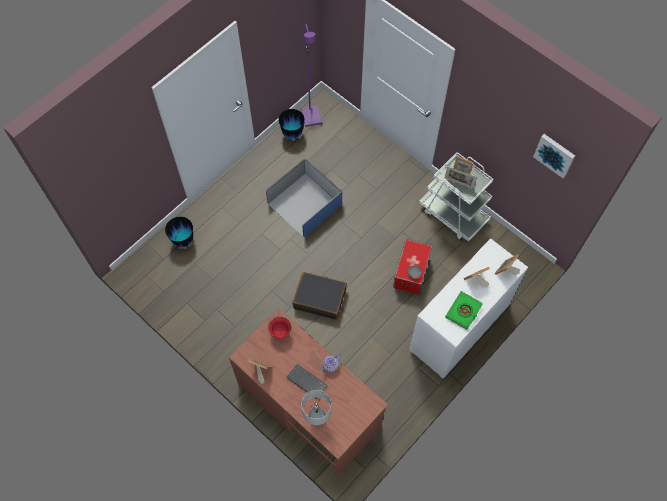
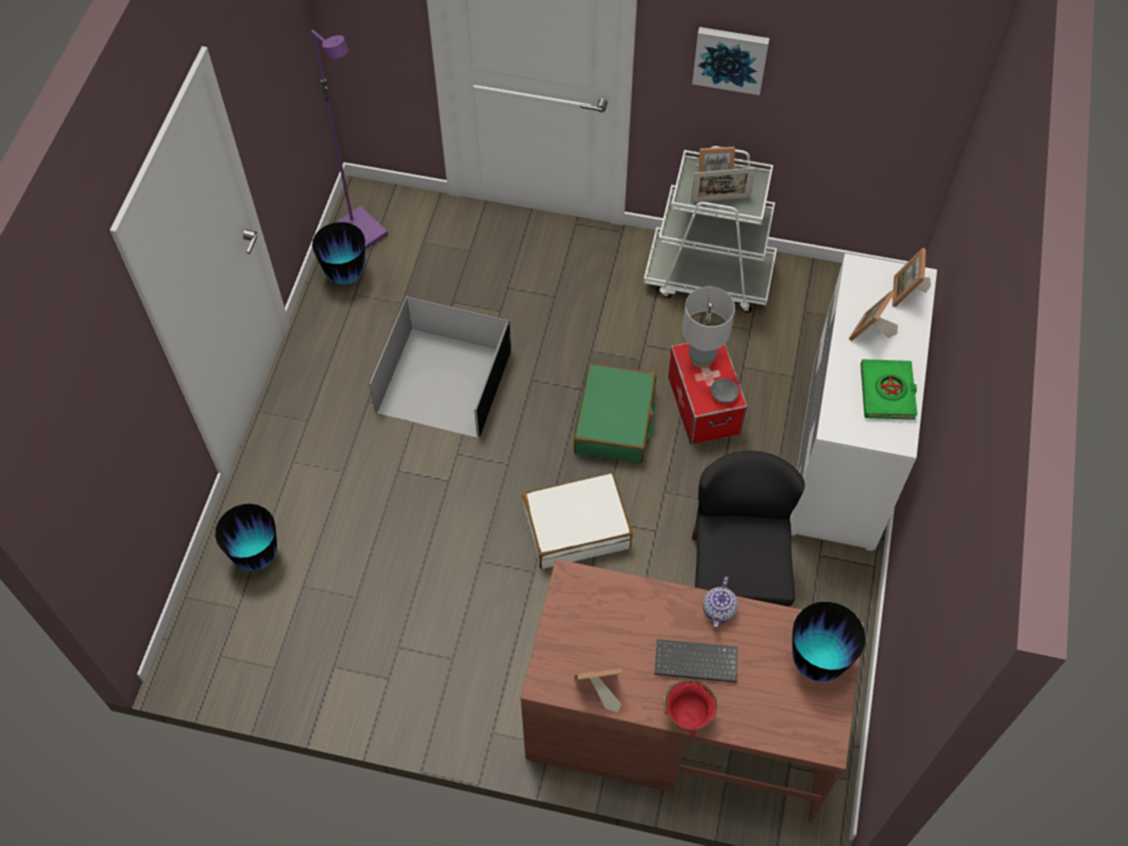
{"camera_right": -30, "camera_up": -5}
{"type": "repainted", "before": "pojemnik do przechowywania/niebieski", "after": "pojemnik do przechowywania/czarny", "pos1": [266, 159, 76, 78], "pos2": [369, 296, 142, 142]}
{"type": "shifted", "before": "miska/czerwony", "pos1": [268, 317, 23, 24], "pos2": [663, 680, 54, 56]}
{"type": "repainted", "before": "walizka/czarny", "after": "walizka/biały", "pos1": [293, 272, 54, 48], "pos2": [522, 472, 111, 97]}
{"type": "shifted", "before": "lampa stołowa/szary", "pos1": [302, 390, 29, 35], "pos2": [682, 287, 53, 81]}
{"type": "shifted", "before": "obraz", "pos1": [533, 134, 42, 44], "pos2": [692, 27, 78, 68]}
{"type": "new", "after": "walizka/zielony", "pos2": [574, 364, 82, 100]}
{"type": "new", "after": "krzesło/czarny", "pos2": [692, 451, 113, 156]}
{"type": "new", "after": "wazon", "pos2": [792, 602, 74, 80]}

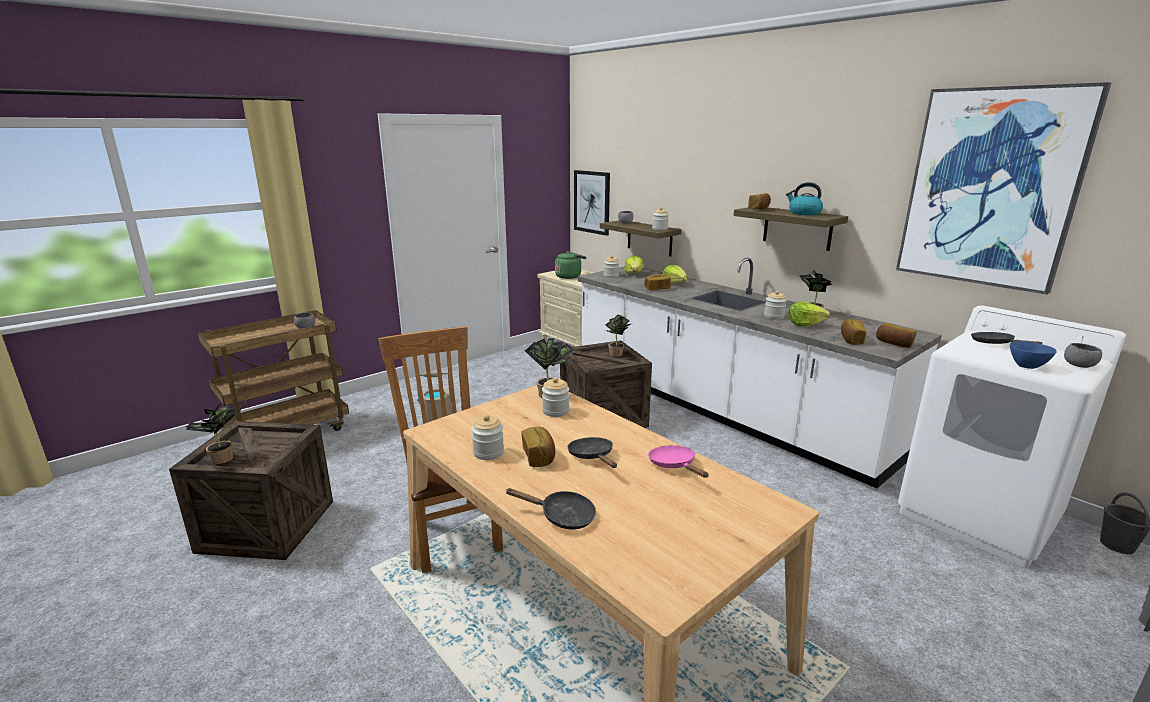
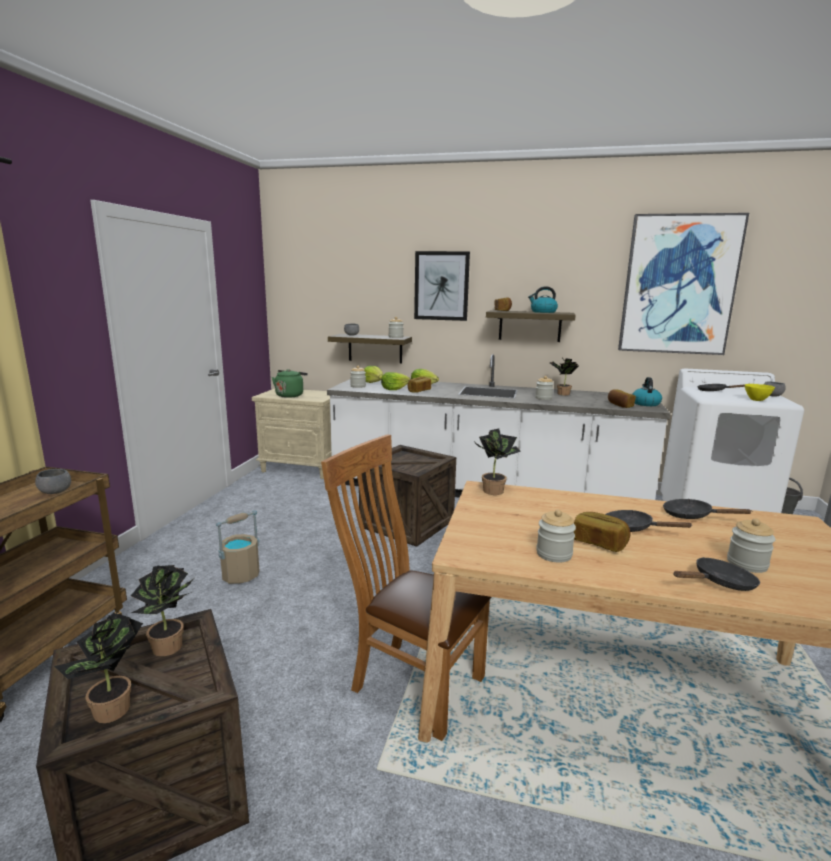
{"camera_right": -35, "camera_up": -5}
{"type": "shifted", "before": "słoik", "pos1": [542, 377, 27, 40], "pos2": [727, 518, 49, 55]}
{"type": "shifted", "before": "obraz", "pos1": [574, 170, 36, 66], "pos2": [414, 251, 56, 70]}
{"type": "shifted", "before": "roślina doniczkowa", "pos1": [605, 315, 26, 42], "pos2": [131, 565, 62, 92]}
{"type": "repainted", "before": "patelnia/różowy", "after": "patelnia/czarny", "pos1": [648, 445, 61, 33], "pos2": [663, 499, 90, 20]}
{"type": "shifted", "before": "sałata", "pos1": [789, 302, 41, 25], "pos2": [381, 372, 29, 18]}
{"type": "swapped", "before": "chleb", "after": "czajnik", "pos1": [876, 323, 41, 25], "pos2": [632, 377, 30, 29]}
{"type": "repainted", "before": "miska/niebieski", "after": "miska/żółty", "pos1": [1010, 341, 47, 28], "pos2": [745, 384, 30, 17]}

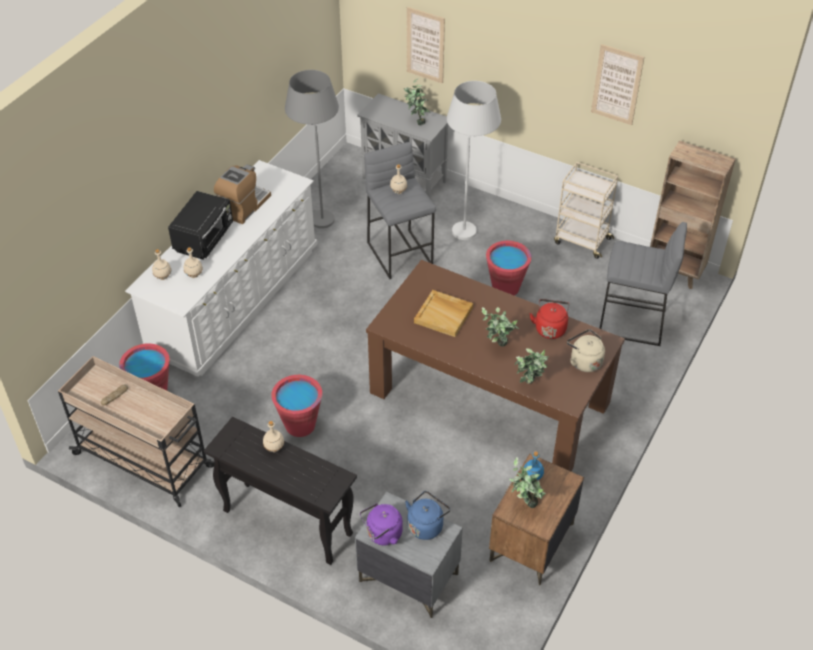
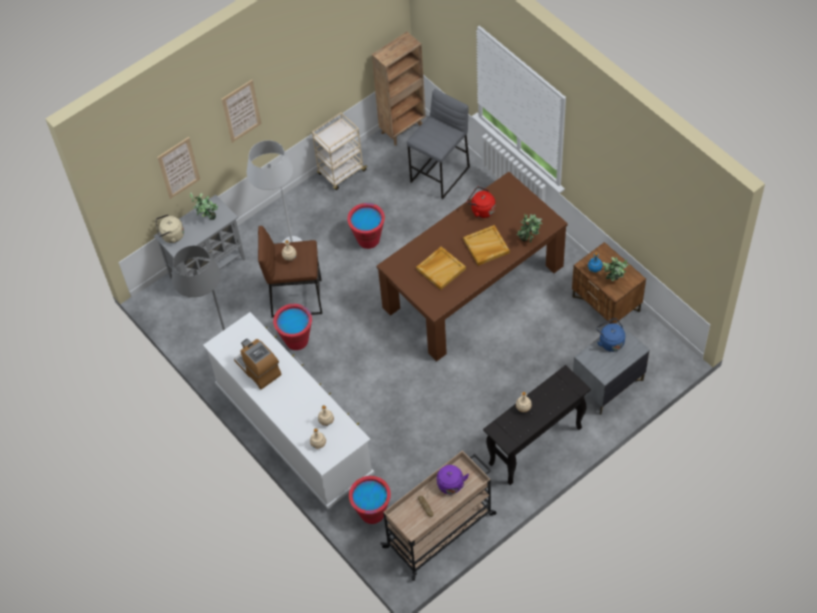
{"camera_right": -65, "camera_up": 10}
{"type": "gone", "before": "mikrofalówka/czarny", "pos1": [168, 191, 65, 68]}
{"type": "shifted", "before": "wiadro/czerwony", "pos1": [271, 375, 51, 62], "pos2": [273, 304, 39, 46]}
{"type": "shifted", "before": "czajnik/fioletowy", "pos1": [360, 503, 43, 43], "pos2": [437, 465, 32, 29]}
{"type": "repainted", "before": "stołek/szary", "after": "stołek/brązowy", "pos1": [364, 142, 72, 137], "pos2": [258, 226, 64, 91]}
{"type": "swapped", "before": "roślina doniczkowa", "after": "taca/beżowy", "pos1": [482, 307, 37, 39], "pos2": [463, 225, 47, 41]}
{"type": "shifted", "before": "czajnik/beżowy", "pos1": [567, 329, 38, 43], "pos2": [155, 214, 29, 29]}
{"type": "shifted", "before": "obraz", "pos1": [591, 44, 53, 81], "pos2": [222, 80, 39, 63]}

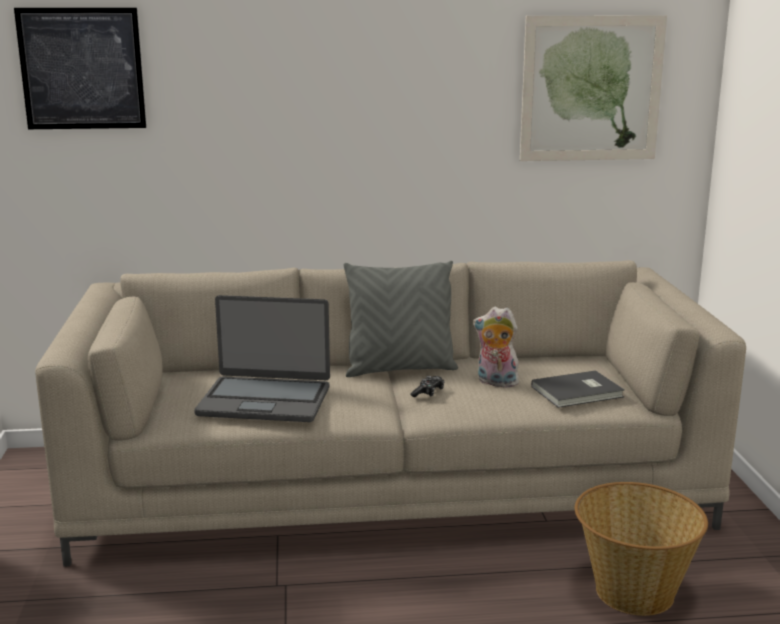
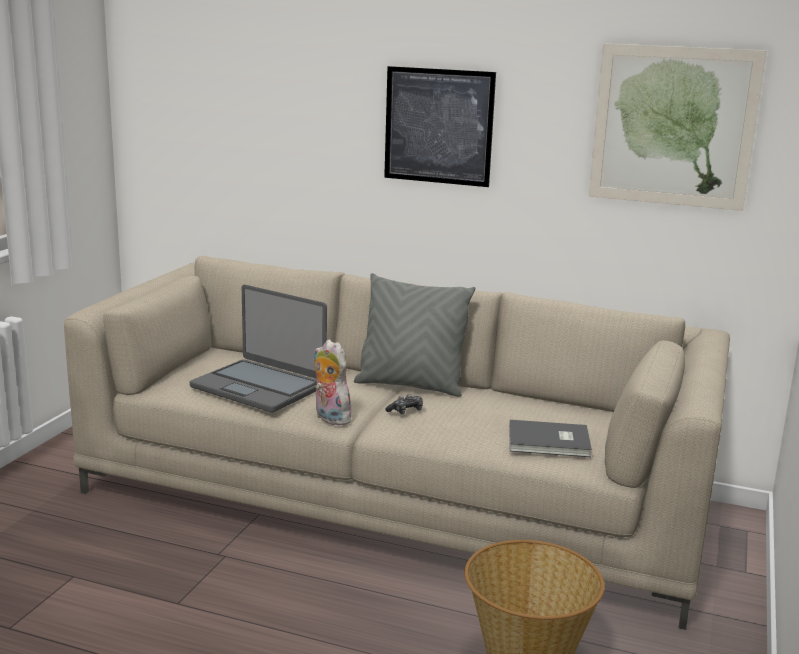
{"camera_right": 25, "camera_up": 0}
{"type": "shifted", "before": "obraz", "pos1": [14, 8, 132, 121], "pos2": [384, 66, 112, 121]}
{"type": "shifted", "before": "pluszak", "pos1": [473, 307, 47, 81], "pos2": [314, 340, 37, 85]}

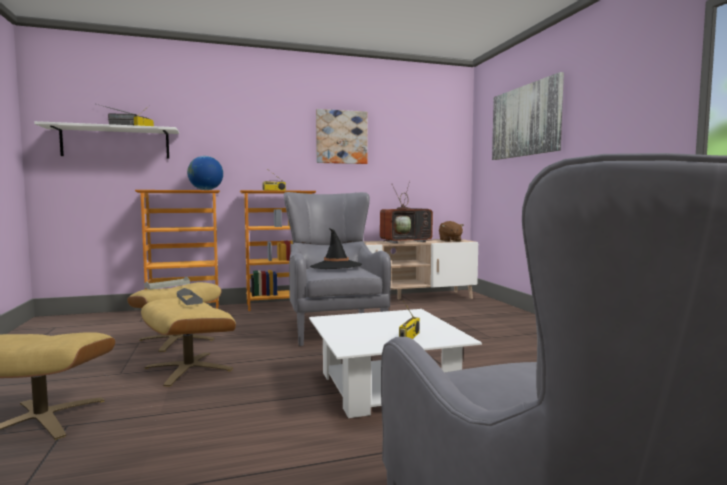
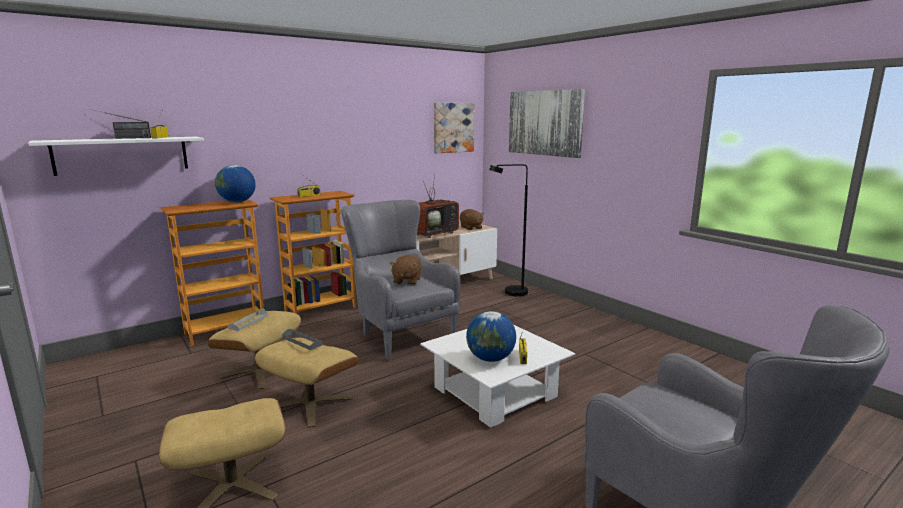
{"camera_right": -20, "camera_up": 10}
{"type": "swapped", "before": "kapelusz/czarny", "after": "pluszak/brązowy", "pos1": [310, 228, 52, 41], "pos2": [390, 255, 32, 30]}
{"type": "shifted", "before": "obraz", "pos1": [316, 109, 51, 55], "pos2": [434, 103, 40, 50]}
{"type": "new", "after": "globus", "pos2": [466, 311, 50, 51]}
{"type": "new", "after": "lampa stojąca/czarny", "pos2": [489, 164, 39, 133]}

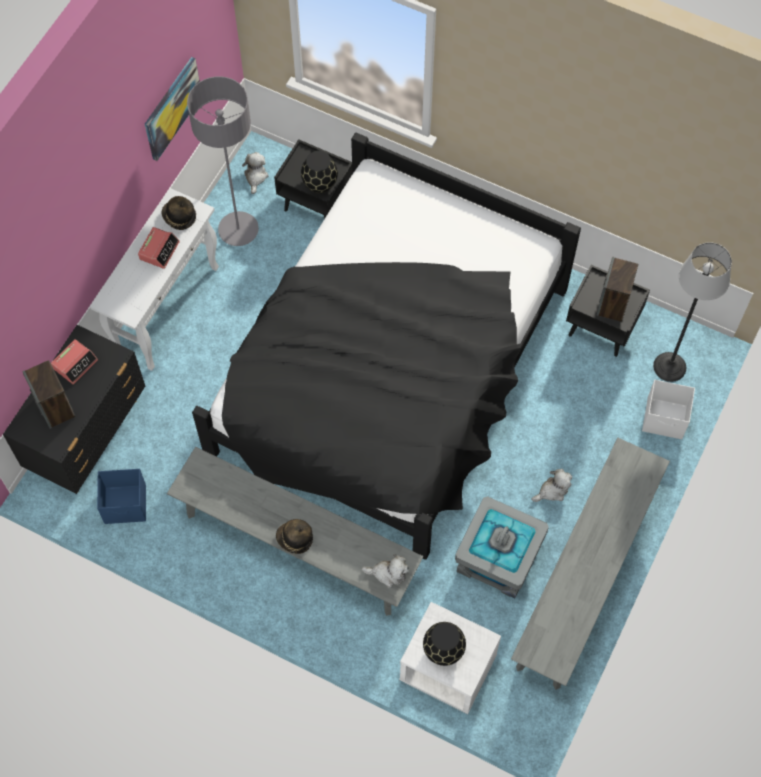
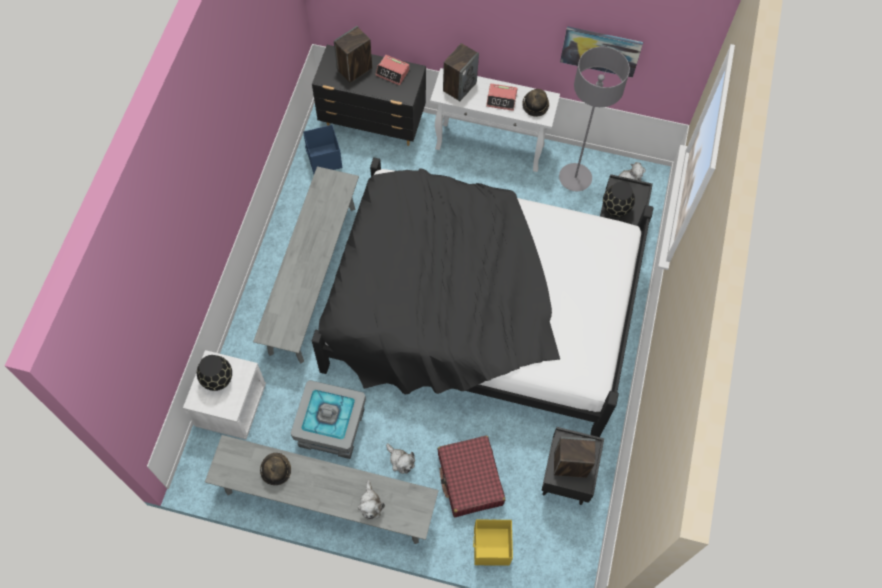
{"camera_right": 75, "camera_up": 0}
{"type": "shifted", "before": "kapelusz", "pos1": [276, 519, 37, 35], "pos2": [260, 453, 31, 32]}
{"type": "shifted", "before": "pluszak", "pos1": [362, 554, 47, 34], "pos2": [358, 480, 27, 39]}
{"type": "repainted", "before": "pojemnik do przechowywania/biały", "after": "pojemnik do przechowywania/żółty", "pos1": [642, 380, 53, 59], "pos2": [473, 519, 40, 47]}
{"type": "gone", "before": "lampa stojąca", "pos1": [653, 242, 79, 140]}
{"type": "new", "after": "walizka/czerwony", "pos2": [437, 436, 68, 81]}
{"type": "new", "after": "głośnik", "pos2": [443, 43, 36, 59]}

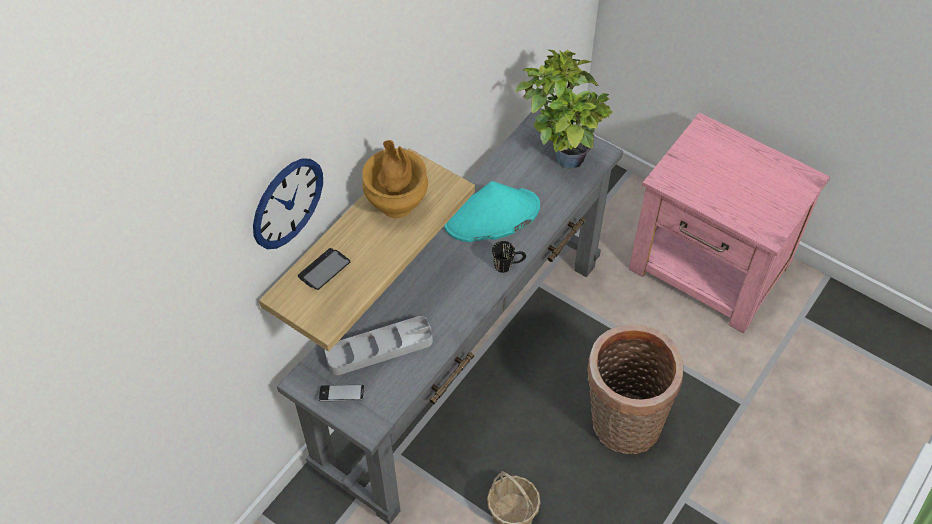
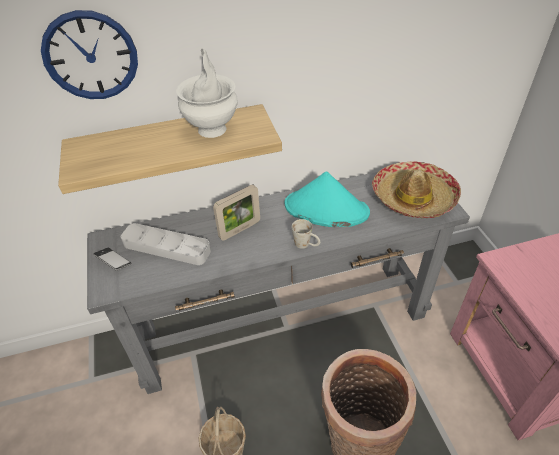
{"camera_right": 40, "camera_up": -10}
{"type": "gone", "before": "telefon", "pos1": [298, 248, 52, 42]}
{"type": "repainted", "before": "wazon/brązowy", "after": "wazon/biały", "pos1": [362, 140, 66, 78], "pos2": [176, 48, 62, 90]}
{"type": "repainted", "before": "kubek/czarny", "after": "kubek/biały", "pos1": [492, 241, 34, 32], "pos2": [292, 219, 28, 30]}
{"type": "swapped", "before": "roślina doniczkowa", "after": "kapelusz", "pos1": [515, 50, 98, 119], "pos2": [372, 161, 89, 57]}
{"type": "new", "after": "ramka na zdjęcie", "pos2": [213, 185, 47, 56]}

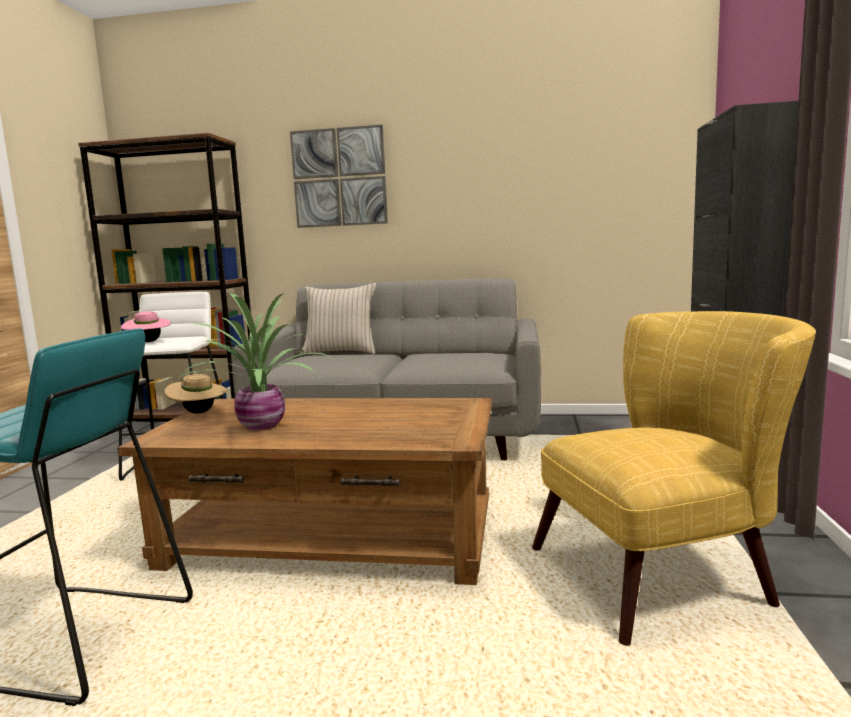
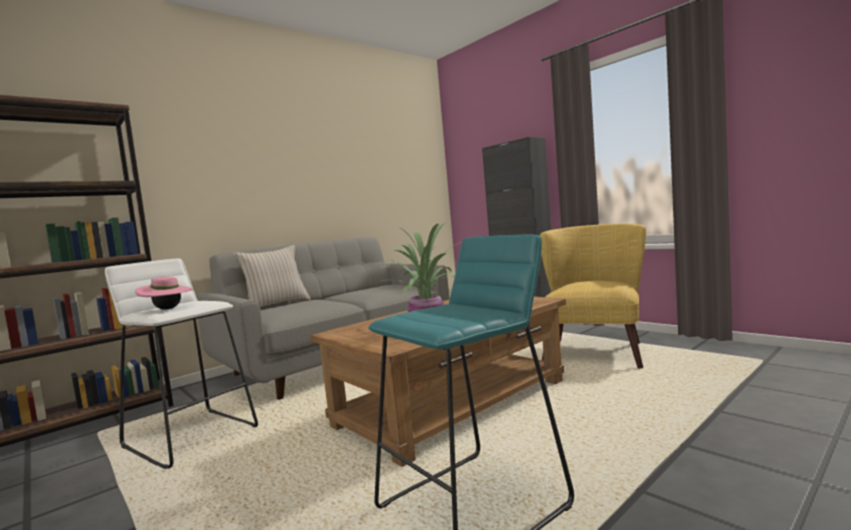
{"camera_right": -50, "camera_up": -5}
{"type": "gone", "before": "kapelusz/beżowy", "pos1": [164, 374, 63, 40]}
{"type": "gone", "before": "obraz", "pos1": [290, 125, 98, 103]}

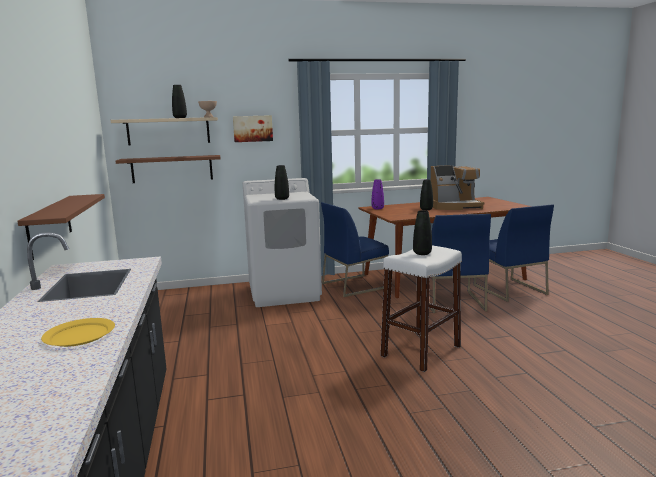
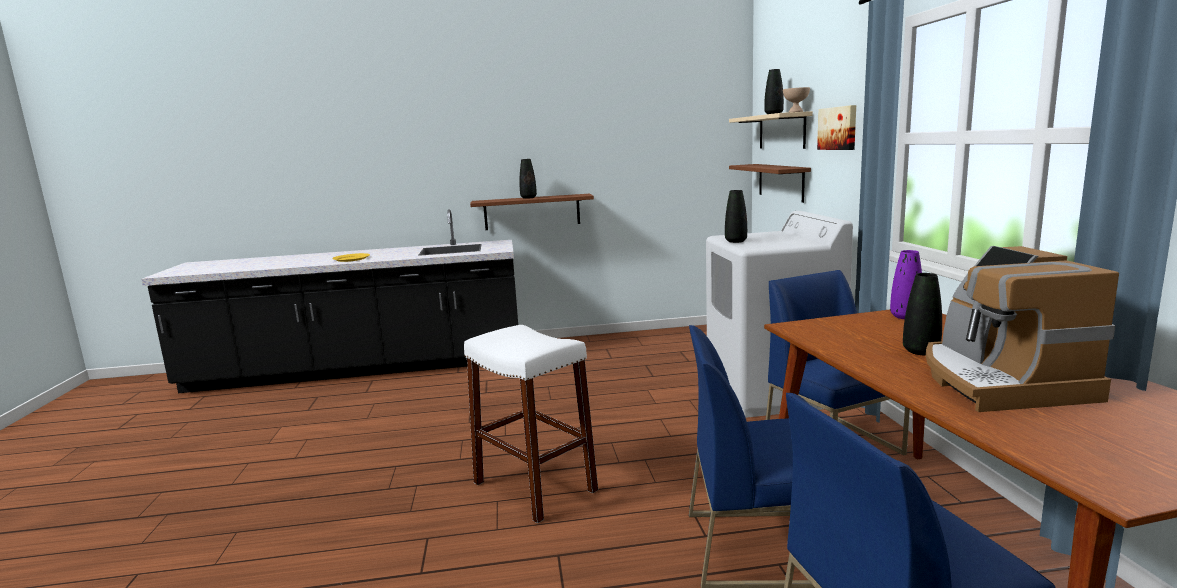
{"camera_right": 95, "camera_up": 0}
{"type": "shifted", "before": "wazon/czarny", "pos1": [413, 210, 19, 45], "pos2": [519, 159, 18, 40]}

